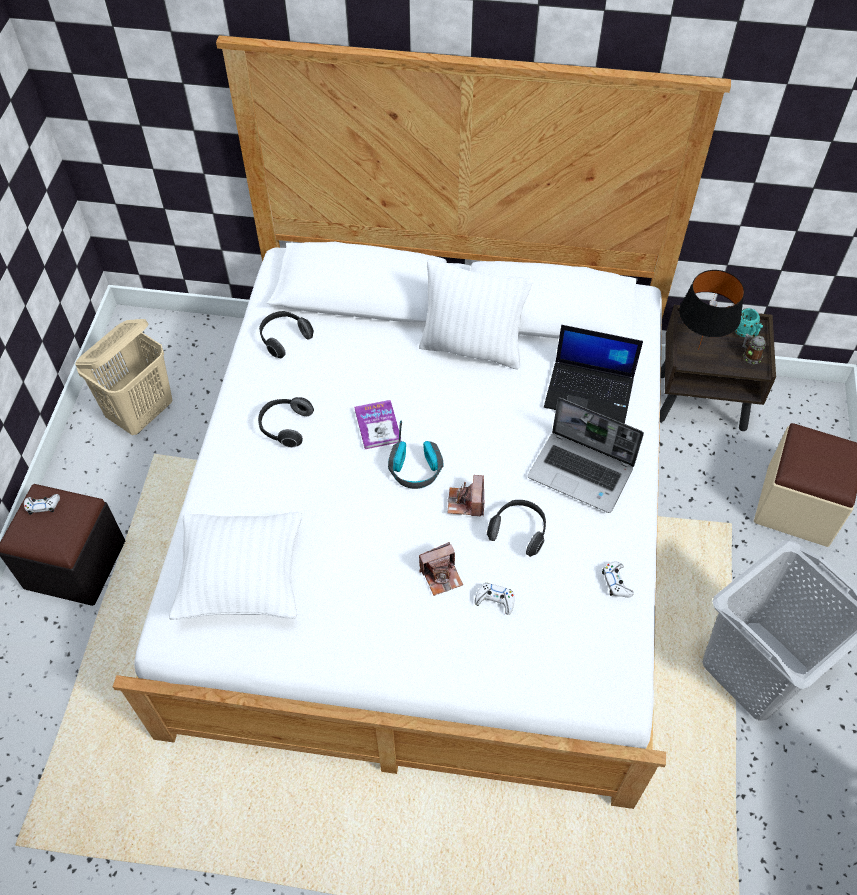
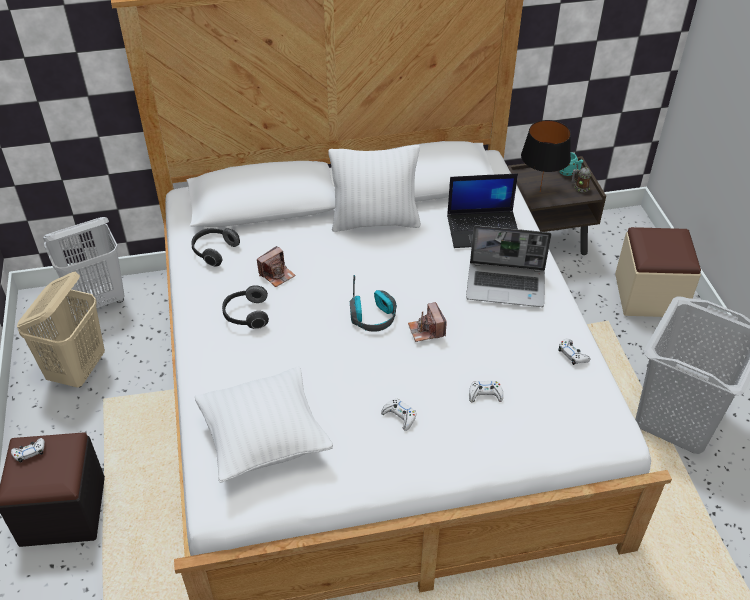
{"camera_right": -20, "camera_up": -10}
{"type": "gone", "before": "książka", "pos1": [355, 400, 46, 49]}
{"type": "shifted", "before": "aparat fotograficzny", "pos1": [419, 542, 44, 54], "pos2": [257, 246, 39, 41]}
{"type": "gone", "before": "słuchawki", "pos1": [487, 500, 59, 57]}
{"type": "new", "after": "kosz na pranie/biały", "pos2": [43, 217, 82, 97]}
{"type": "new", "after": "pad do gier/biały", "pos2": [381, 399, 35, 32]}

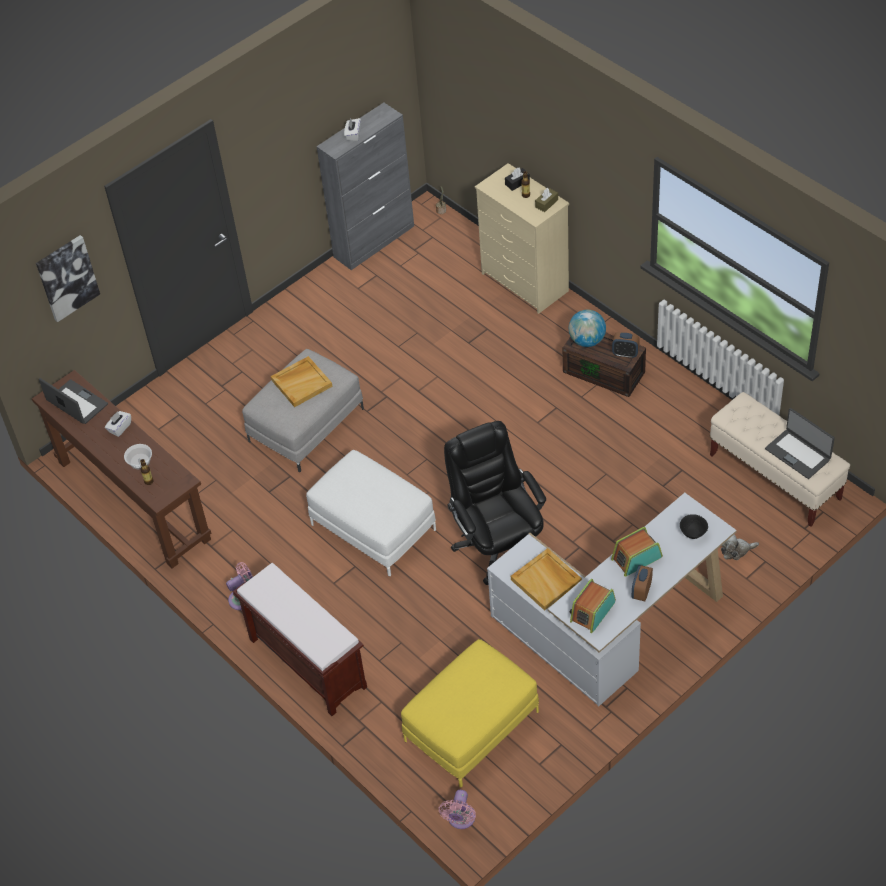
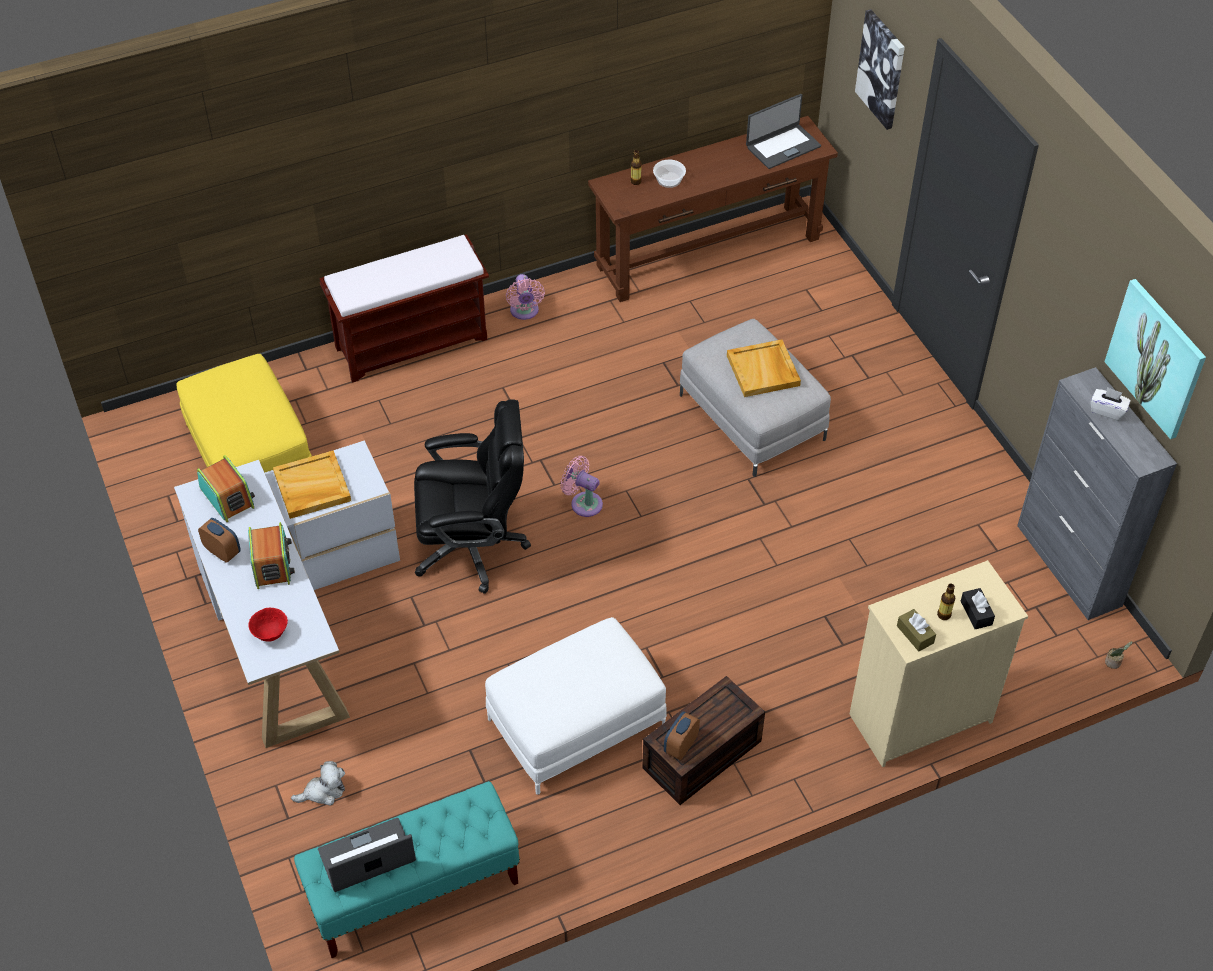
{"camera_right": 105, "camera_up": 0}
{"type": "gone", "before": "pudełko chusteczek/biały", "pos1": [105, 411, 26, 26]}
{"type": "shifted", "before": "pufa/biały", "pos1": [306, 450, 130, 126], "pos2": [485, 617, 182, 178]}
{"type": "shifted", "before": "wentylator/różowy", "pos1": [438, 790, 38, 39], "pos2": [560, 456, 43, 61]}
{"type": "gone", "before": "globus", "pos1": [569, 310, 37, 37]}
{"type": "repainted", "before": "miska/czarny", "after": "miska/czerwony", "pos1": [680, 514, 28, 25], "pos2": [248, 608, 40, 34]}
{"type": "repainted", "before": "ławka/beżowy", "after": "ławka/turkusowy", "pos1": [710, 392, 140, 135], "pos2": [294, 781, 226, 177]}
{"type": "rotated", "before": "pluszak", "pos1": [721, 535, 38, 25], "pos2": [291, 761, 54, 44], "turn": 60}
{"type": "new", "after": "obraz", "pos2": [1105, 279, 101, 160]}

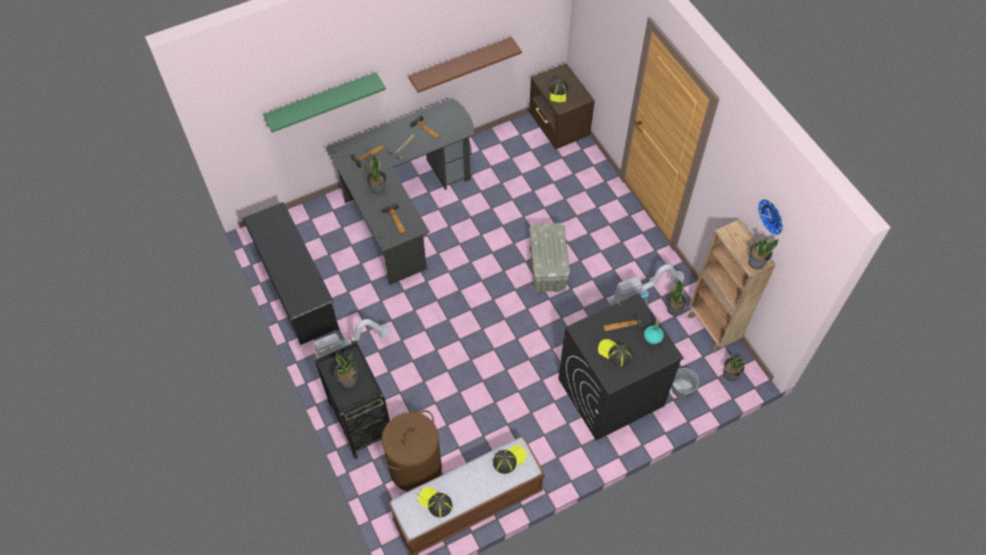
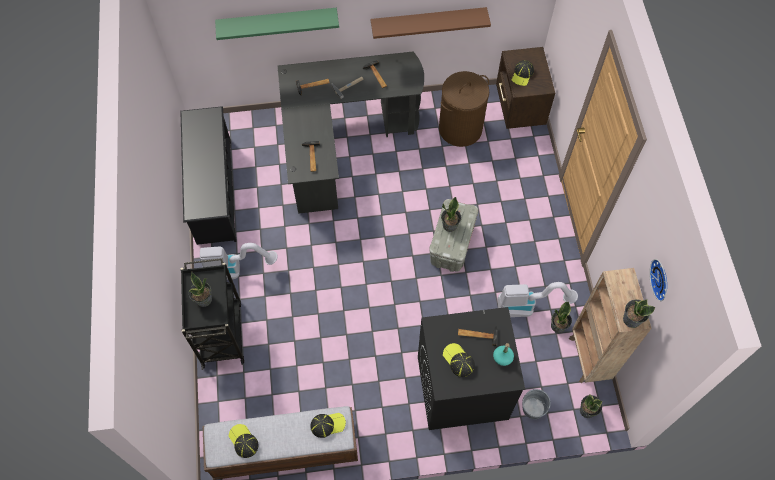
{"camera_right": 20, "camera_up": 5}
{"type": "shifted", "before": "roślina doniczkowa", "pos1": [364, 154, 22, 41], "pos2": [441, 197, 20, 35]}
{"type": "shifted", "before": "kosz na pranie/brązowy", "pos1": [382, 410, 60, 82], "pos2": [439, 71, 50, 76]}

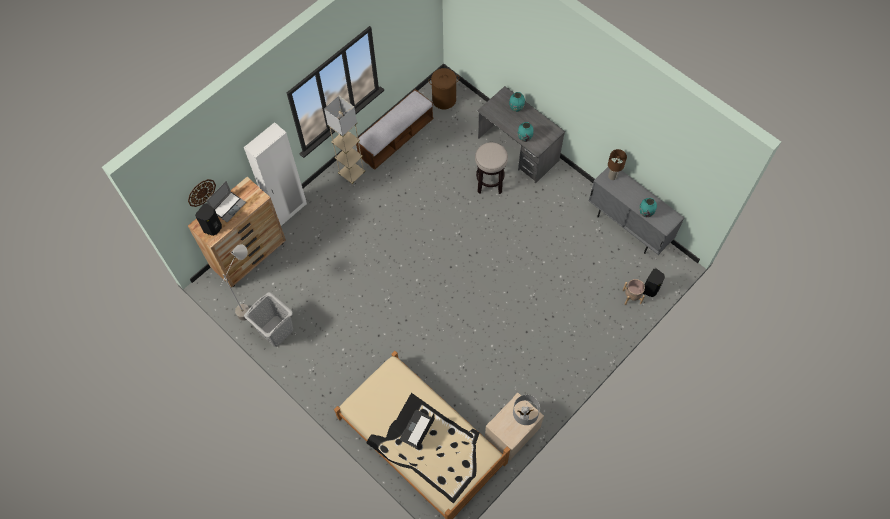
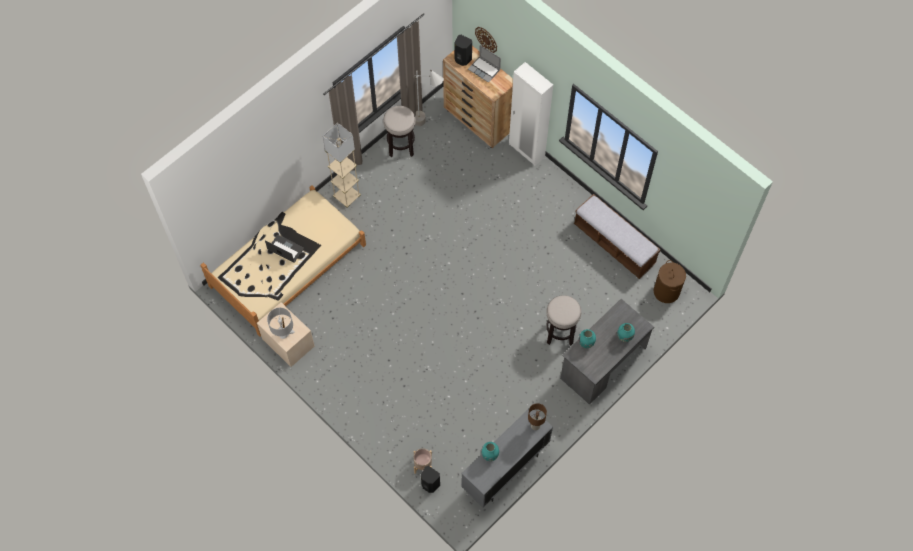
{"camera_right": 90, "camera_up": 0}
{"type": "swapped", "before": "kosz na pranie/szary", "after": "stołek", "pos1": [244, 292, 49, 55], "pos2": [383, 106, 33, 51]}
{"type": "shifted", "before": "lampa stojąca/beżowy", "pos1": [324, 96, 41, 88], "pos2": [323, 123, 38, 85]}

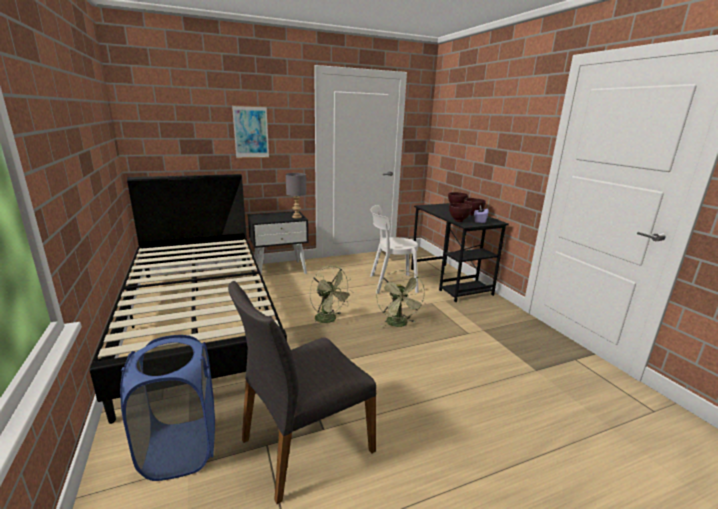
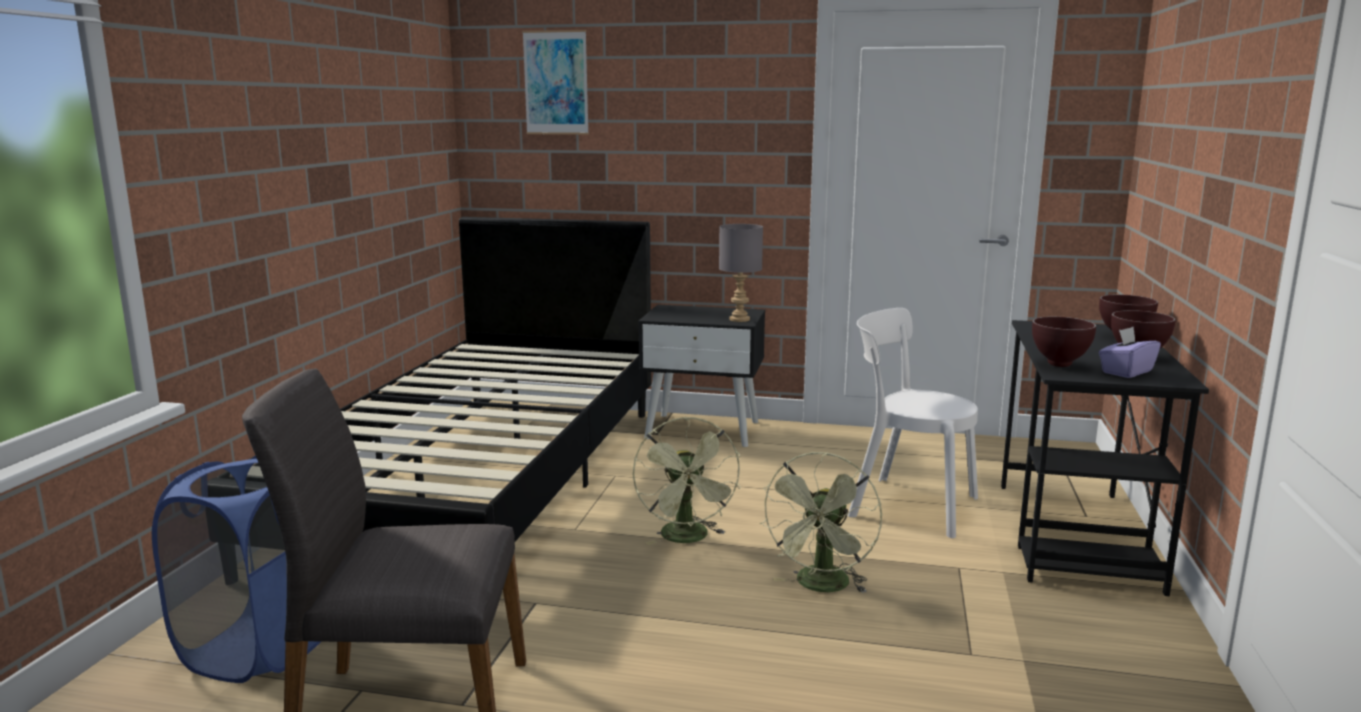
{"camera_right": 35, "camera_up": -5}
{"type": "shifted", "before": "obraz", "pos1": [232, 105, 37, 53], "pos2": [522, 30, 67, 105]}

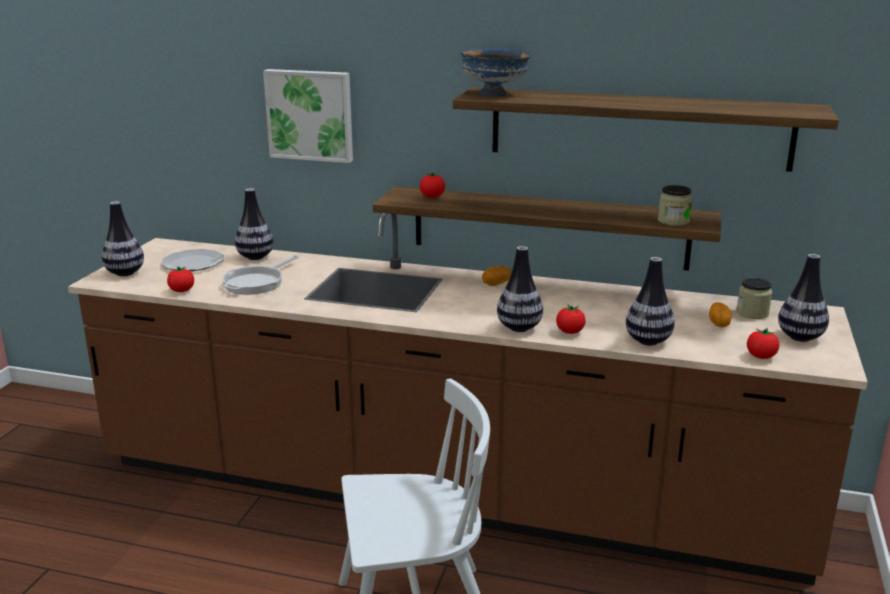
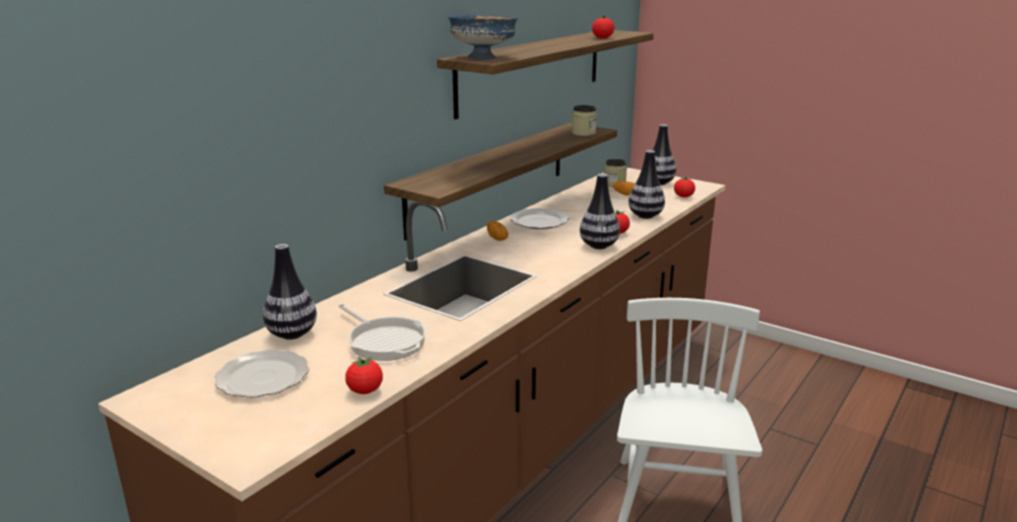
{"camera_right": -70, "camera_up": 0}
{"type": "gone", "before": "wazon", "pos1": [102, 201, 42, 75]}
{"type": "gone", "before": "obraz", "pos1": [263, 69, 90, 94]}
{"type": "shifted", "before": "pomidor", "pos1": [420, 173, 25, 25], "pos2": [592, 16, 22, 22]}
{"type": "new", "after": "talerz", "pos2": [510, 208, 59, 21]}

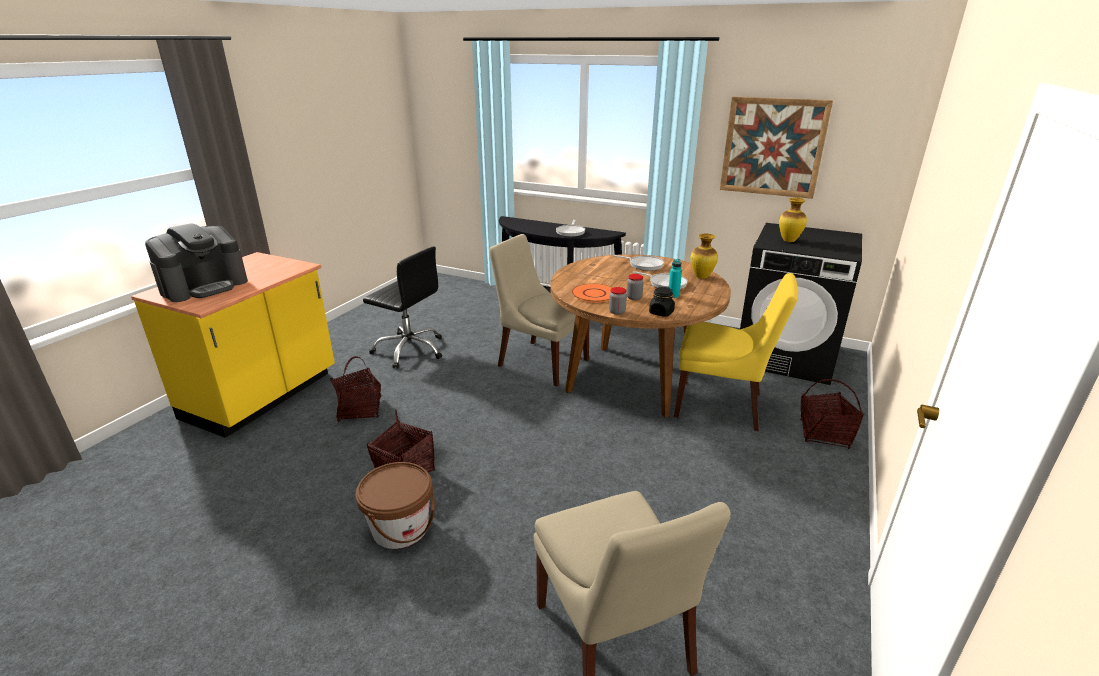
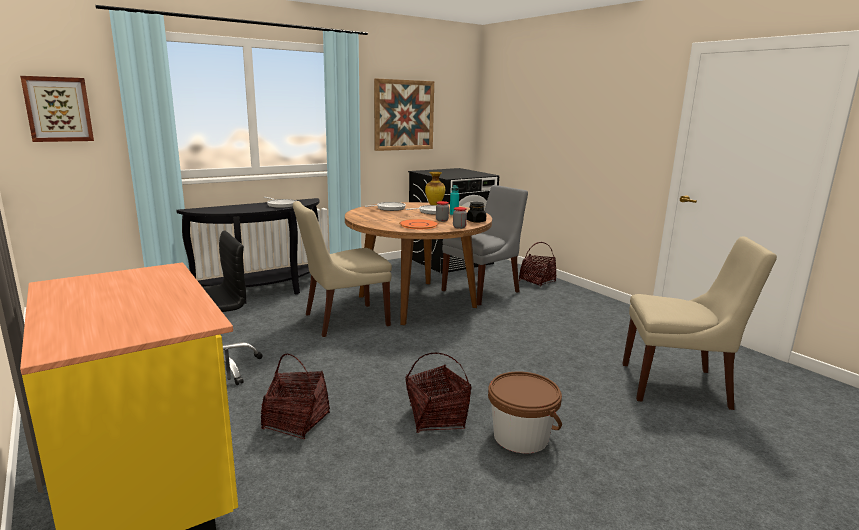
{"camera_right": -60, "camera_up": -10}
{"type": "gone", "before": "ekspres do kawy", "pos1": [145, 223, 103, 79]}
{"type": "repainted", "before": "krzesło/żółty", "after": "krzesło/szary", "pos1": [674, 273, 124, 158], "pos2": [442, 185, 86, 120]}
{"type": "gone", "before": "wazon", "pos1": [779, 198, 28, 44]}
{"type": "new", "after": "obraz", "pos2": [20, 76, 74, 66]}

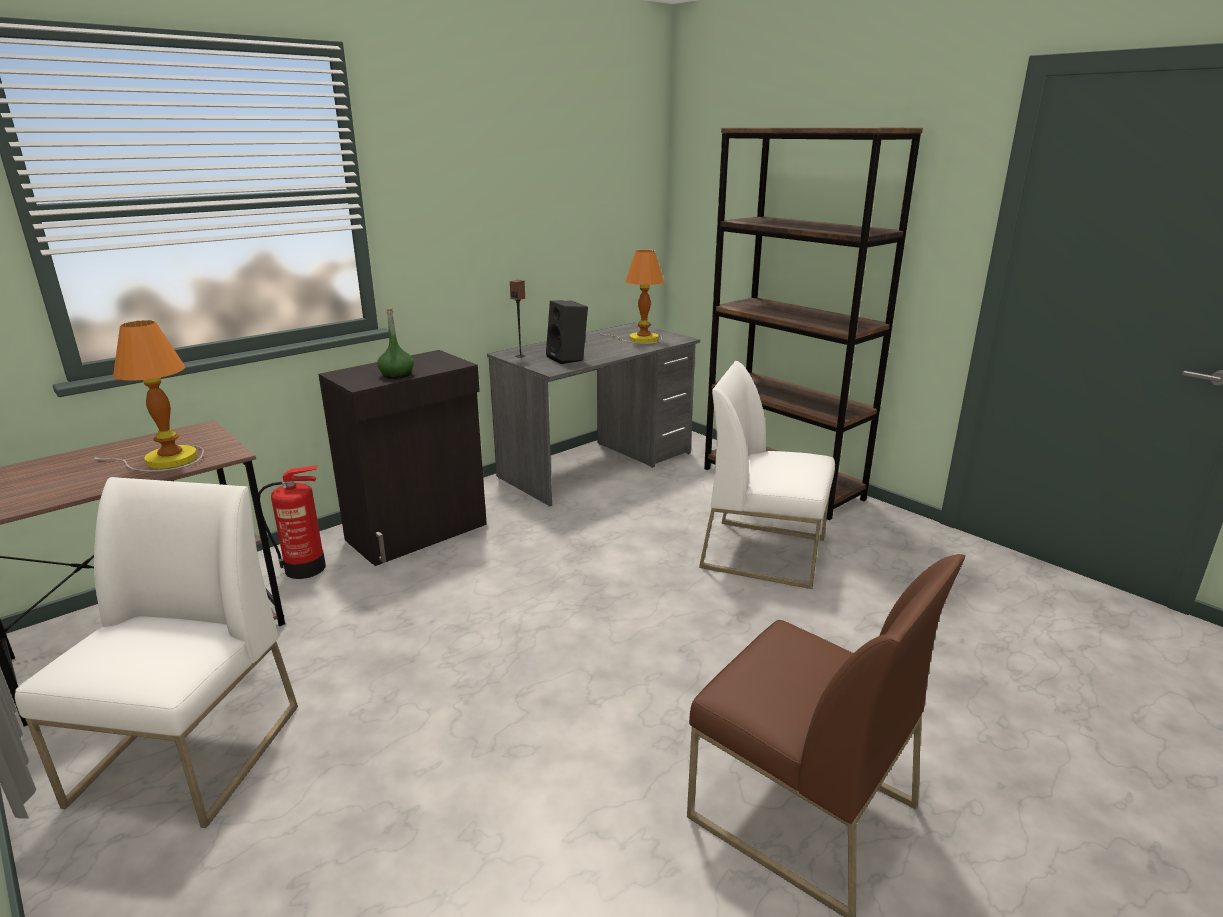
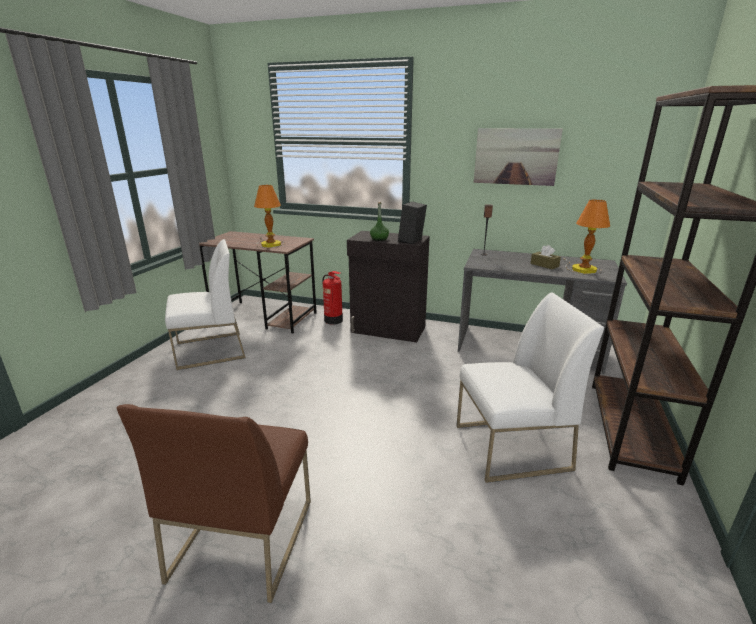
{"camera_right": 60, "camera_up": 0}
{"type": "shifted", "before": "głośnik/czarny", "pos1": [546, 300, 42, 64], "pos2": [398, 202, 29, 42]}
{"type": "rotated", "before": "krzesło/biały", "pos1": [699, 361, 136, 228], "pos2": [456, 292, 148, 191], "turn": 90}
{"type": "new", "after": "obraz", "pos2": [474, 128, 89, 58]}
{"type": "new", "after": "pudełko chusteczek/brązowy", "pos2": [531, 245, 30, 24]}

